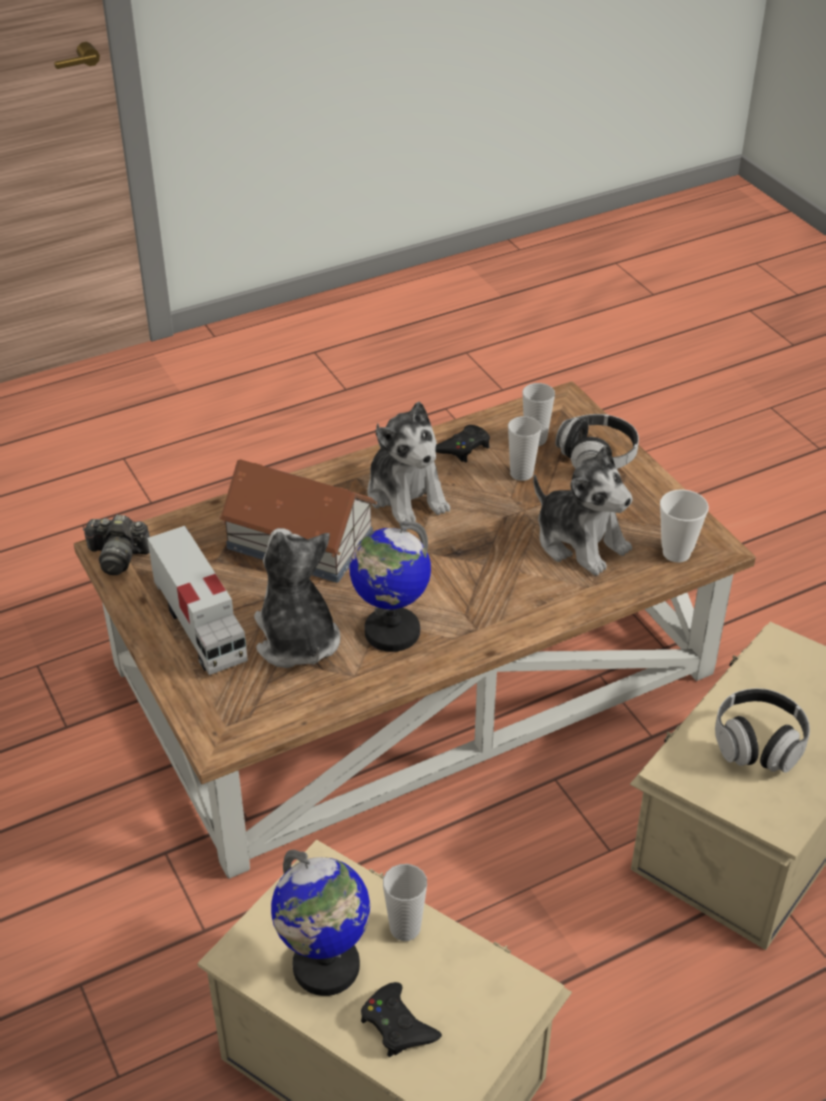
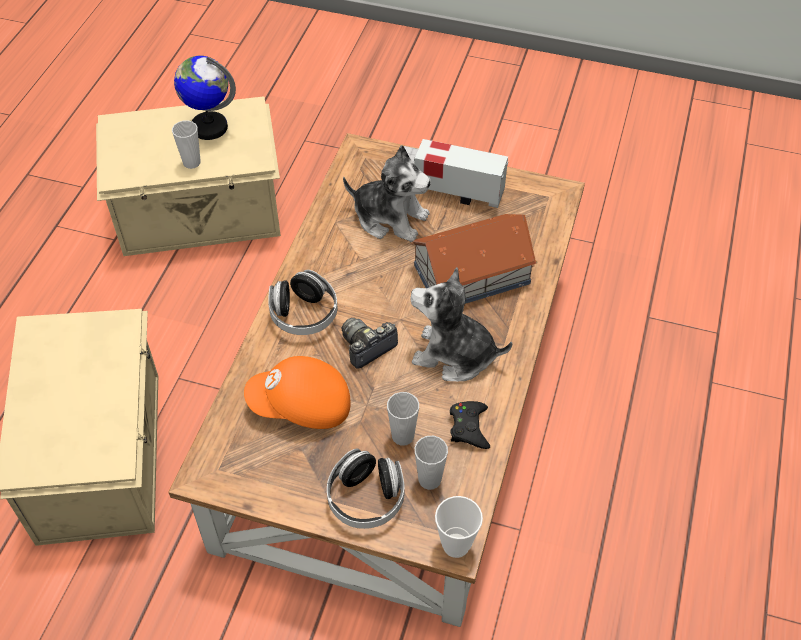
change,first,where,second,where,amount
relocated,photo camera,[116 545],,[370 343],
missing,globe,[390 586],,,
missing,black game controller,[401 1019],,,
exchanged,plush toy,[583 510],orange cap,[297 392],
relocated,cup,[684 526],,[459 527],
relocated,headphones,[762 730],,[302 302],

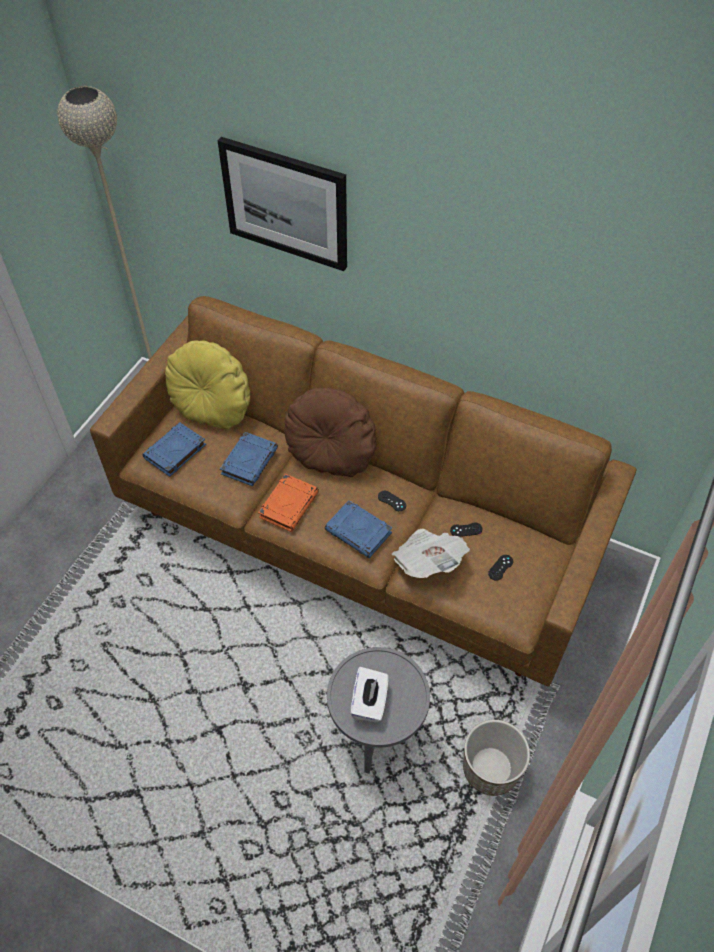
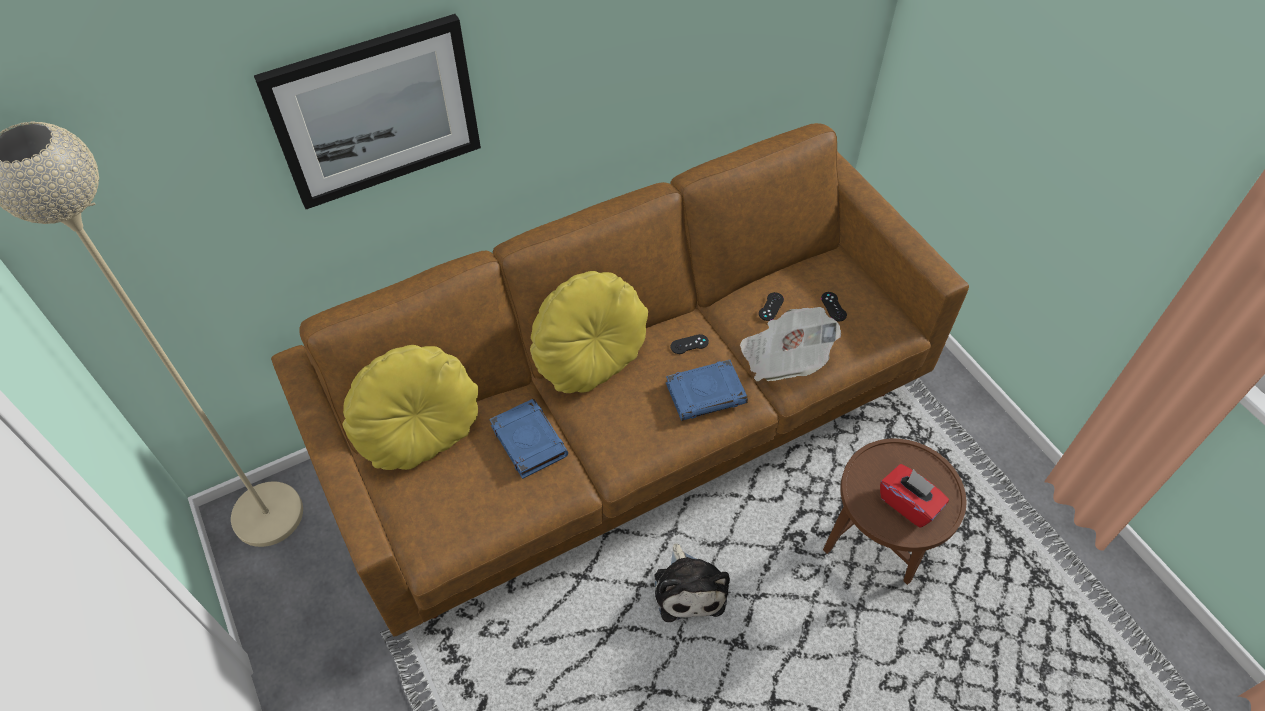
change,first,where,second,where,amount
missing,blue book,[174 449],,,
missing,orange book,[288 503],,,
colour,brown pillow,[330 432],yellow pillow,[589 332],
colour,grey side table,[378 710],brown side table,[894 512],
colour,white tissue box,[369 695],red tissue box,[914 496],
missing,planter,[496 758],,,
appeared,,,plush toy,[692 582],

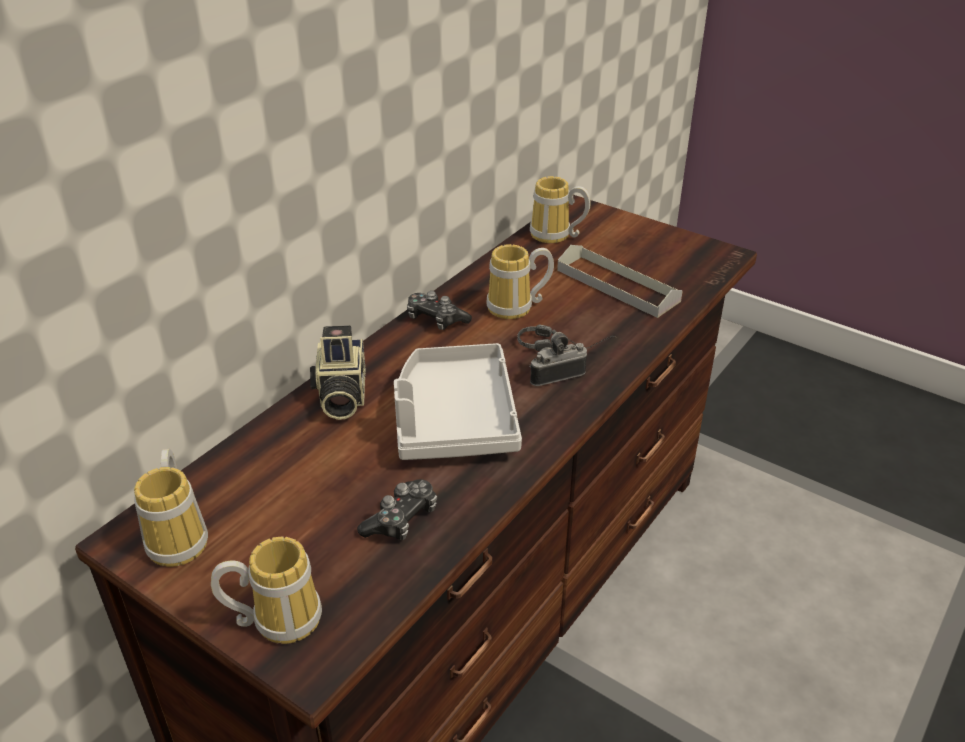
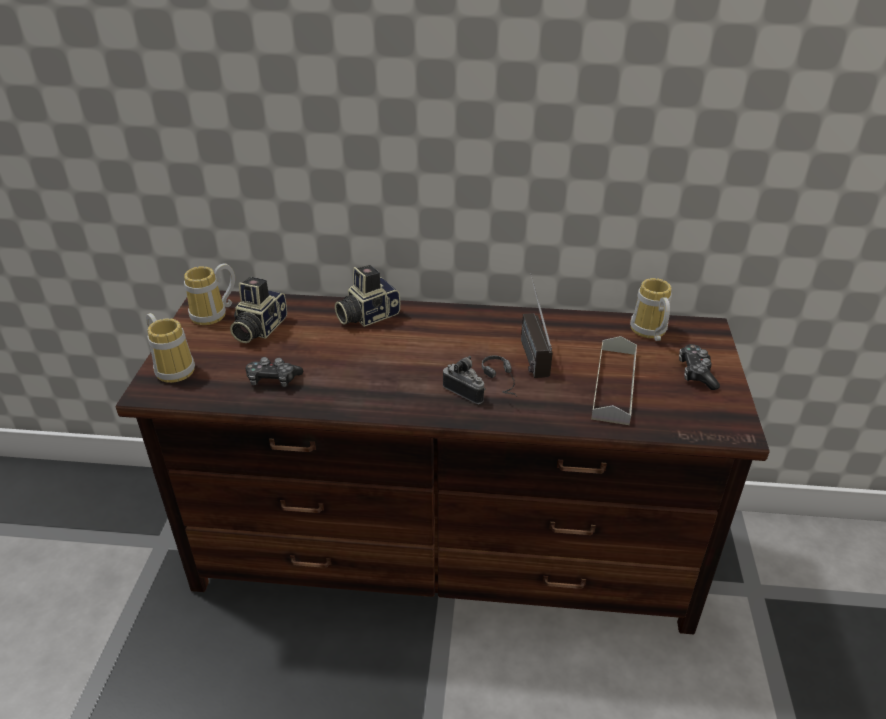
change,first,where,second,where,amount
missing,grey tray,[458 401],,,
relocated,game controller,[439 310],,[699 367],
exchanged,mug,[520 281],radio,[537 325],
appeared,,,photo camera,[258 310],

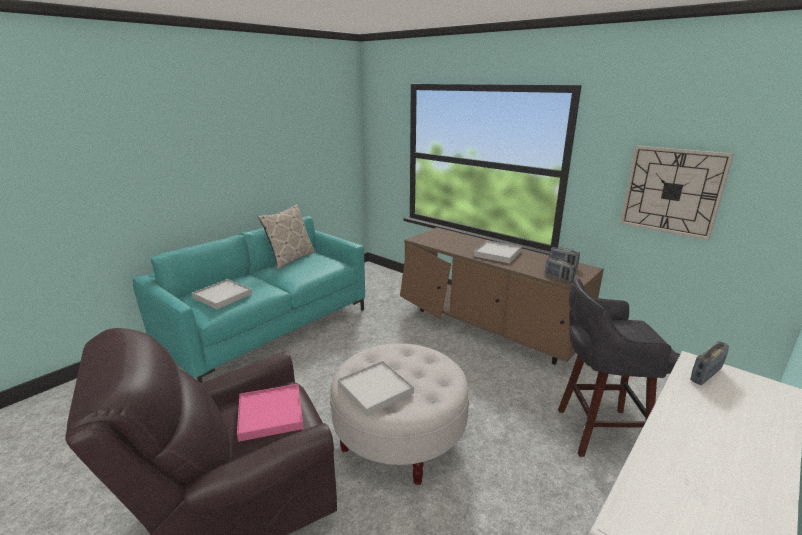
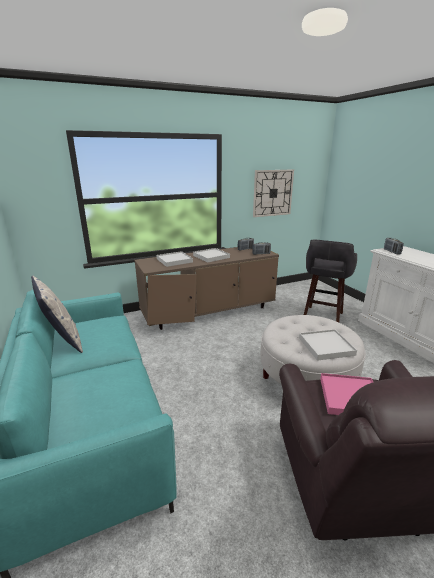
change,first,where,second,where,amount
relocated,white tray,[222 294],,[174 259],

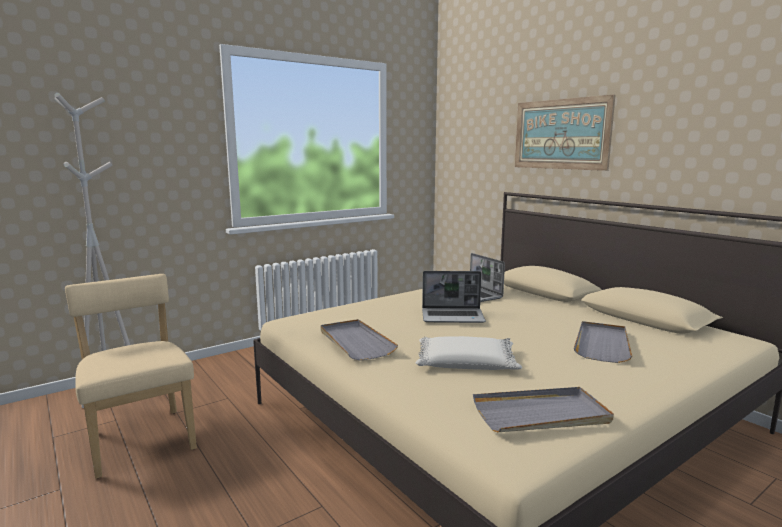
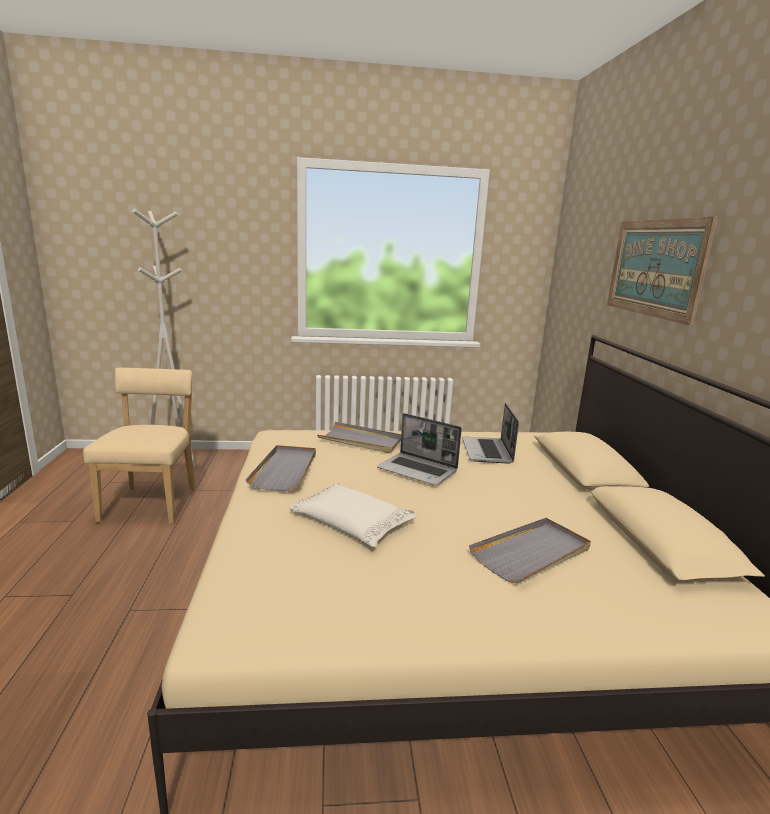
change,first,where,second,where,amount
relocated,grey tray,[543 409],,[359 437],

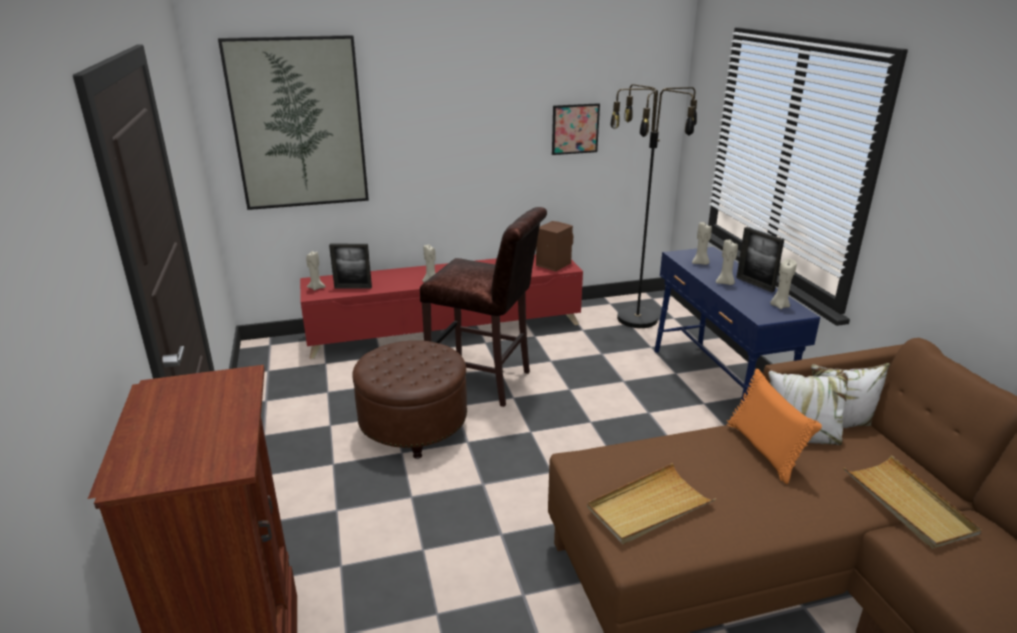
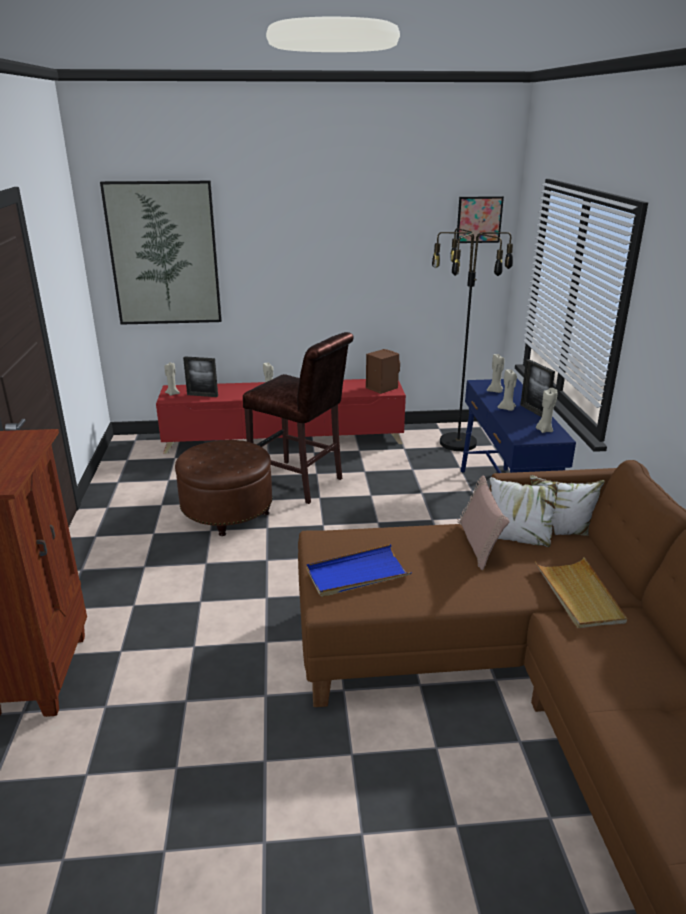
change,first,where,second,where,amount
relocated,picture,[576 129],,[480 219],
colour,beige tray,[651 503],blue tray,[359 570],
colour,orange pillow,[774 426],beige pillow,[483 522],

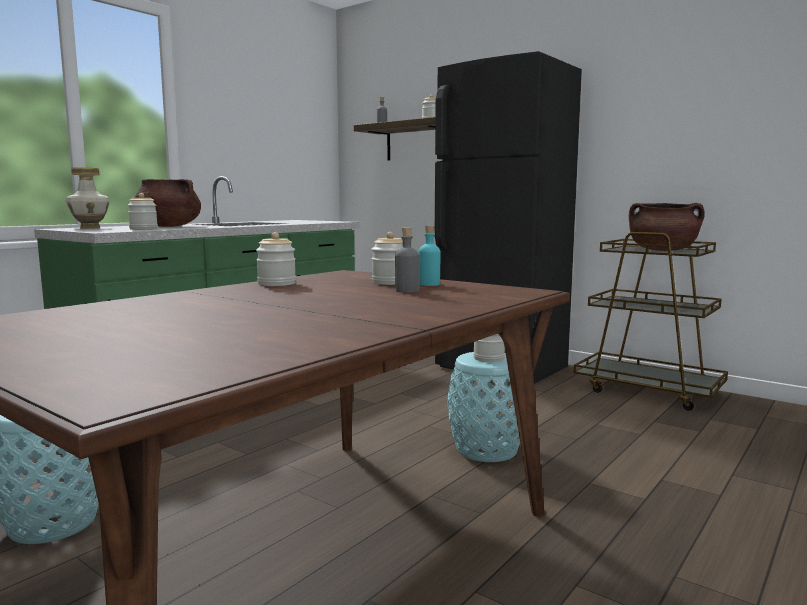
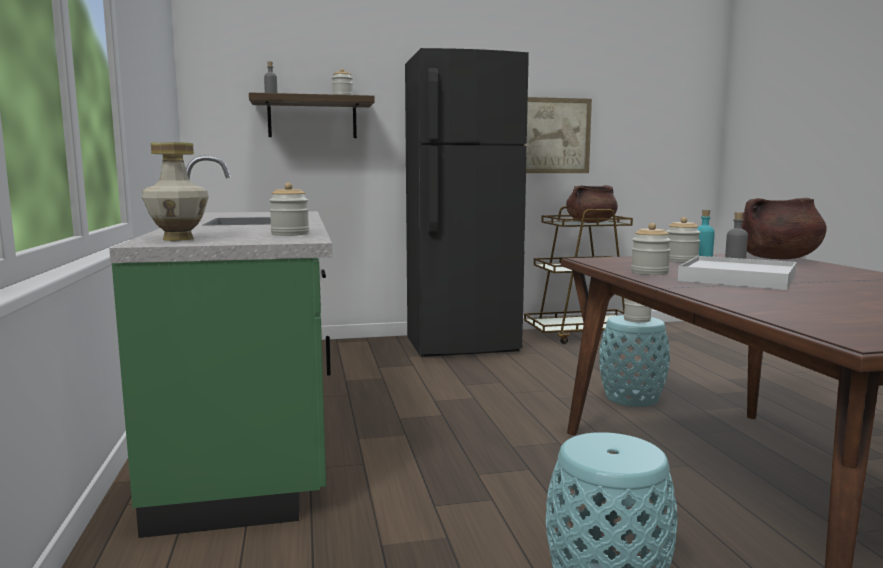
change,first,where,second,where,amount
relocated,brown cooking pot,[167 203],,[784 229],
appeared,,,picture,[558 135],
appeared,,,white tray,[737 273],

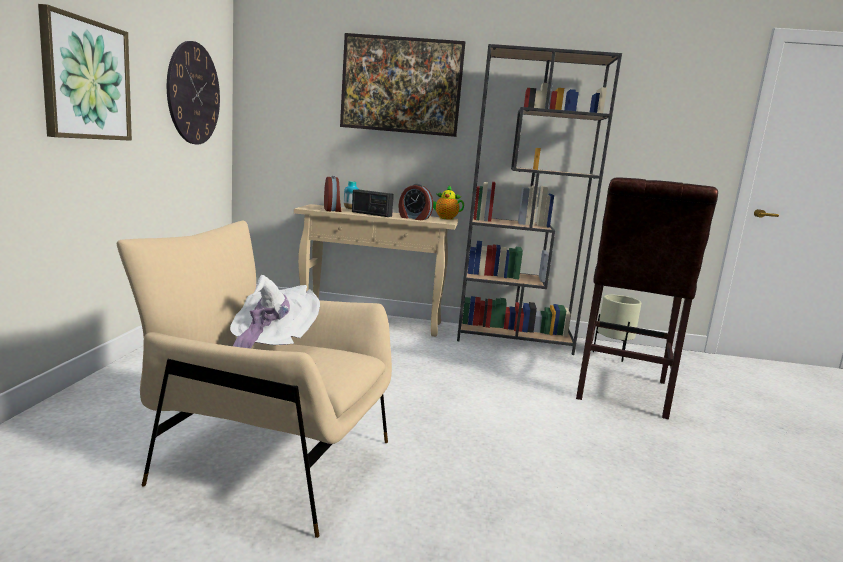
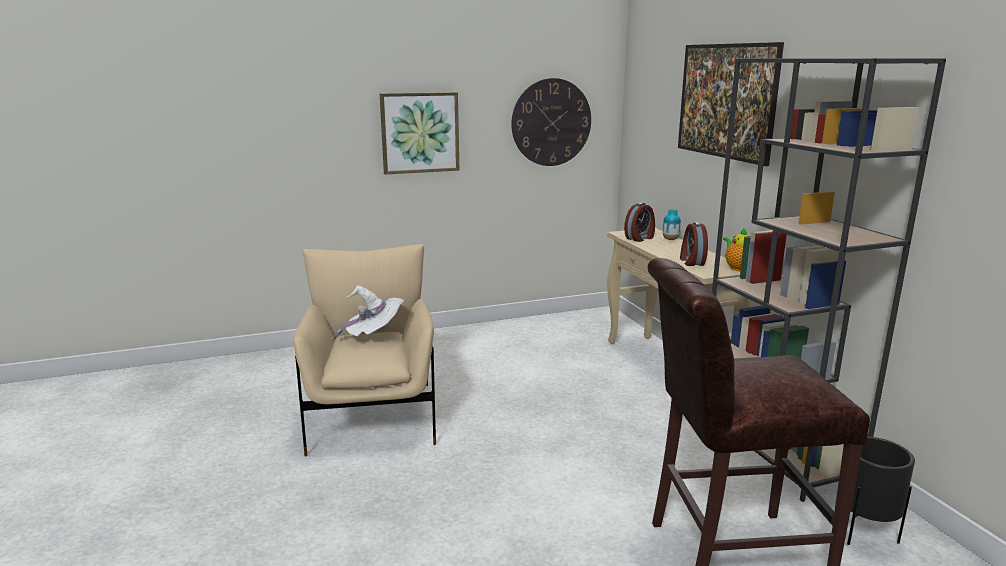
change,first,where,second,where,amount
missing,radio,[373 203],,,
colour,beige planter,[617 328],black planter,[881 491],

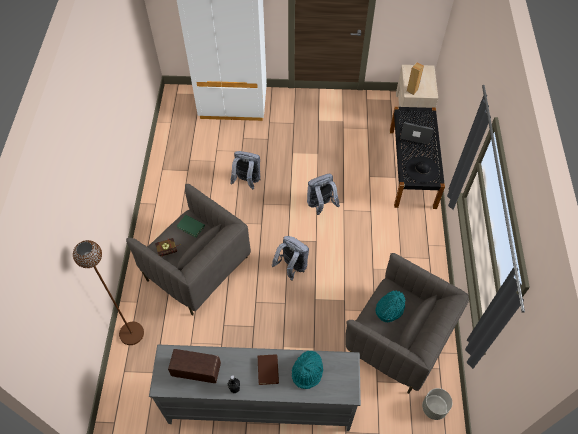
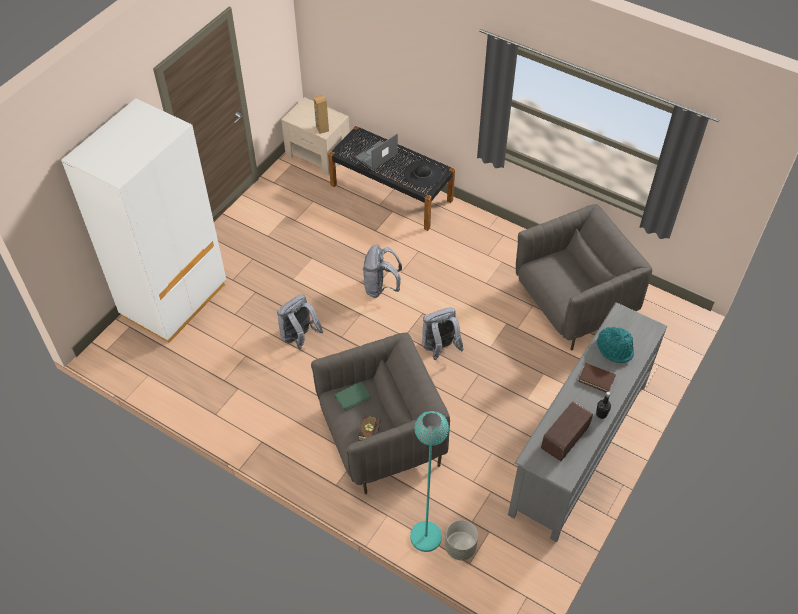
change,first,where,second,where,amount
colour,brown floor lamp,[108 292],turquoise floor lamp,[429 481],
missing,turquoise hat,[390 306],,,
relocated,grey planter,[437 404],,[461 540],

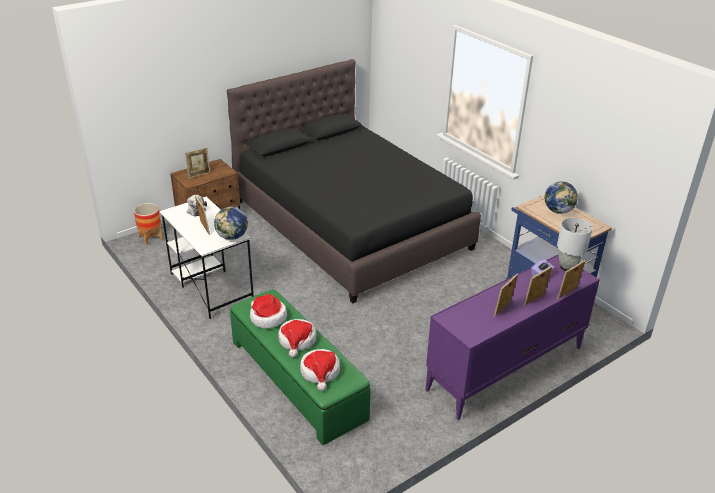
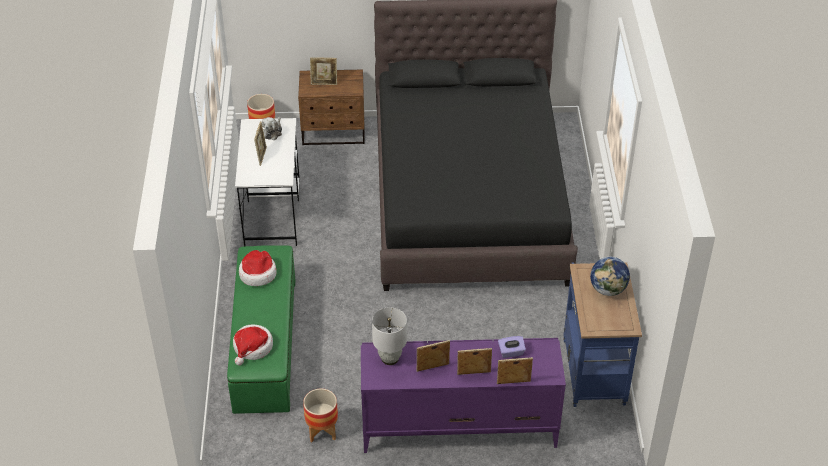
change,first,where,second,where,amount
missing,globe,[231 223],,,
missing,hat,[297 338],,,
relocated,white table lamp,[575 244],,[389 336],
appeared,,,planter,[320 415],

